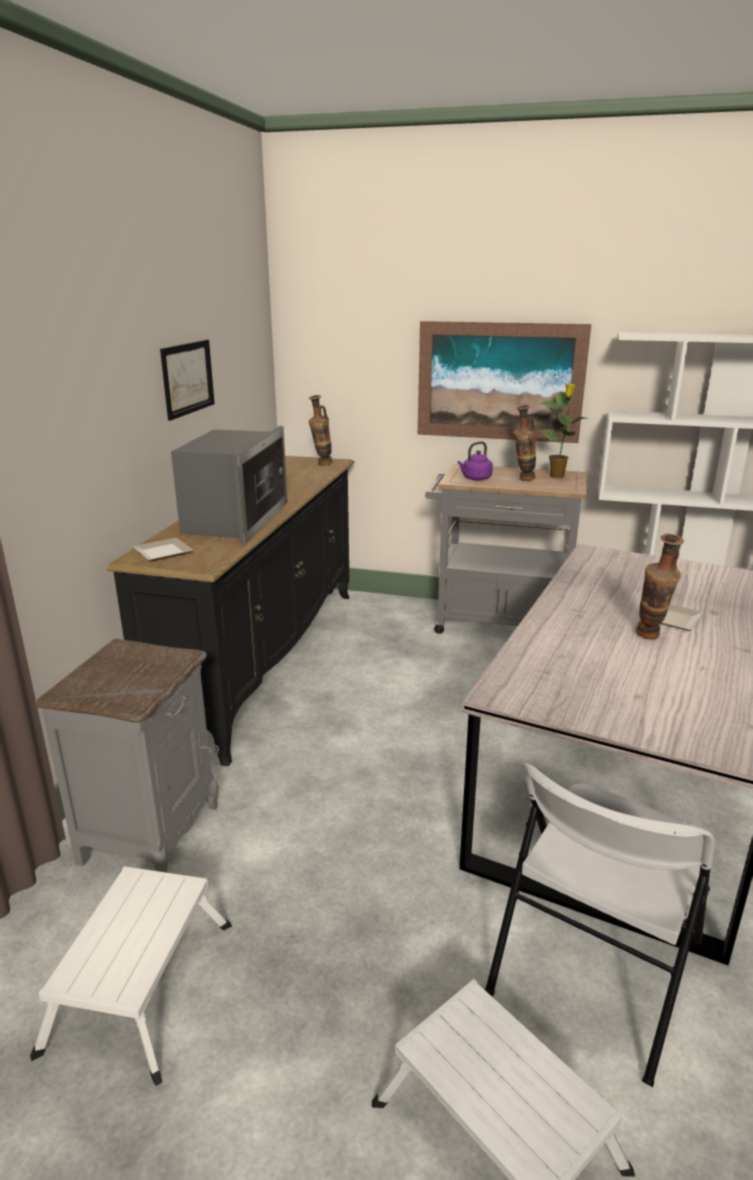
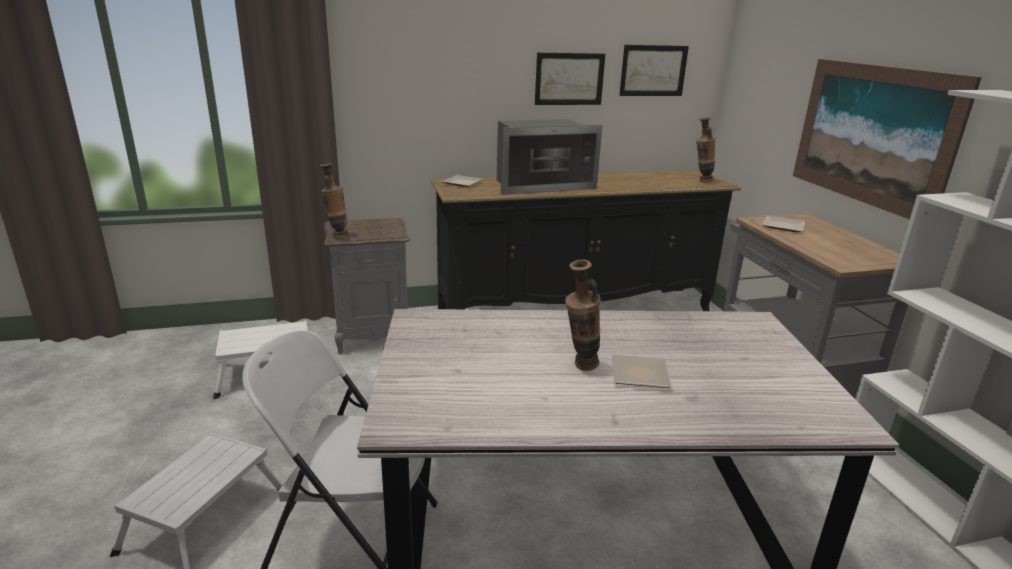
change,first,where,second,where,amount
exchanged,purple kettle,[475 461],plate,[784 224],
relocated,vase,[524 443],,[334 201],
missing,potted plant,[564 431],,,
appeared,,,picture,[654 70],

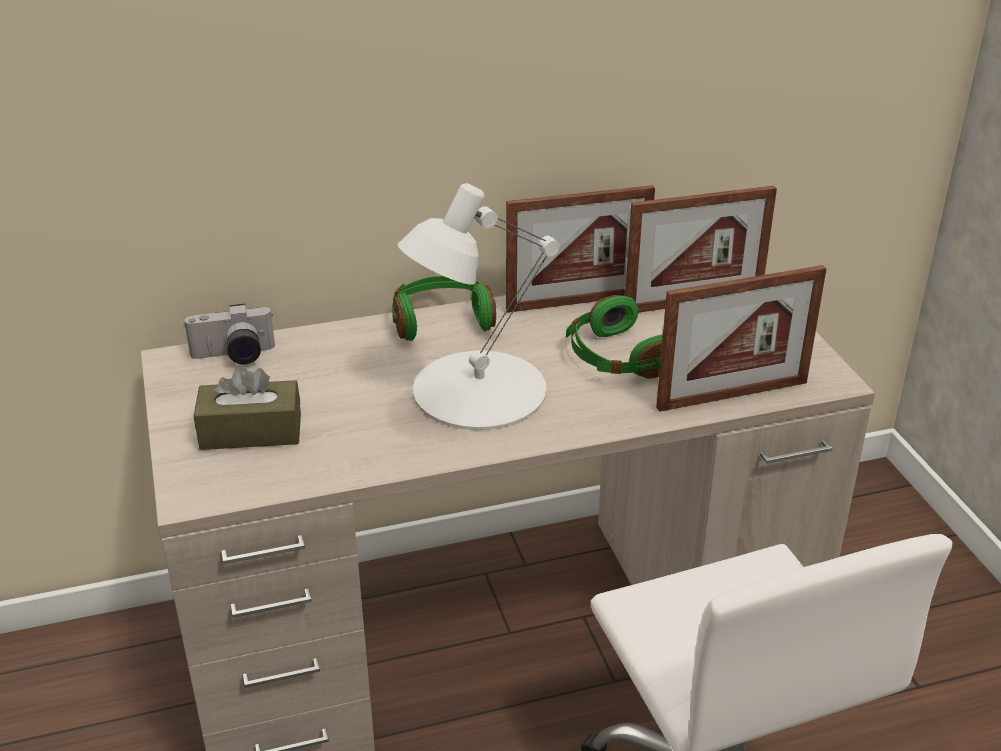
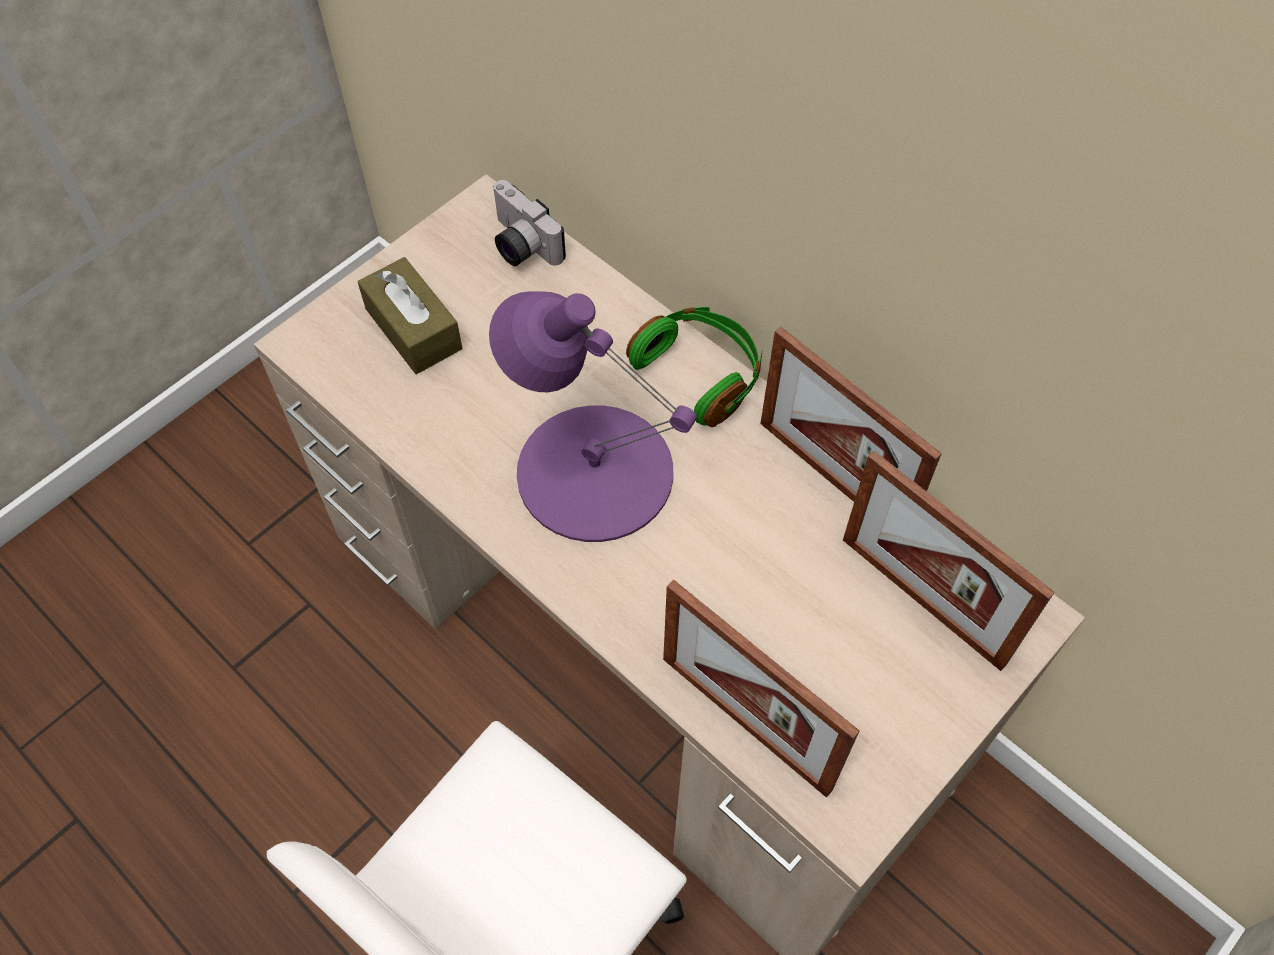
change,first,where,second,where,amount
colour,white table lamp,[478 306],purple table lamp,[593 416],
missing,green headphones,[614 337],,,

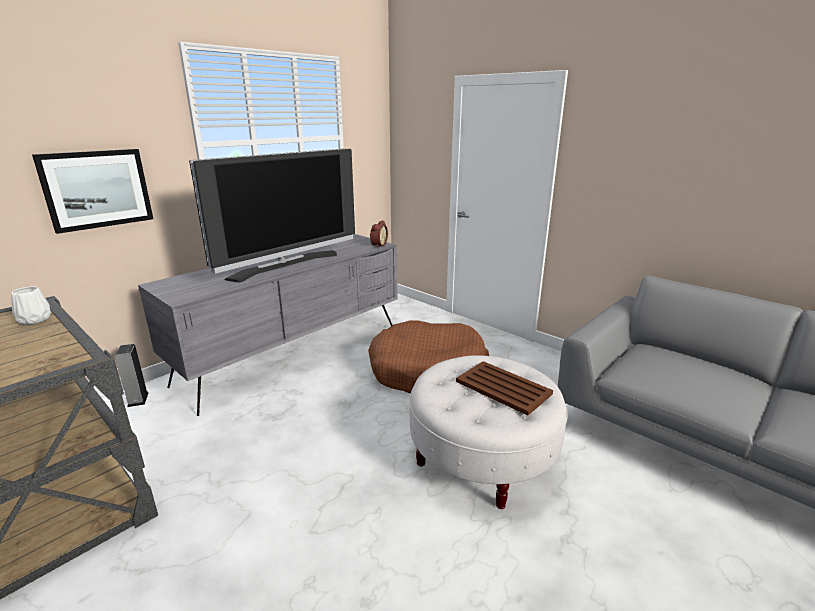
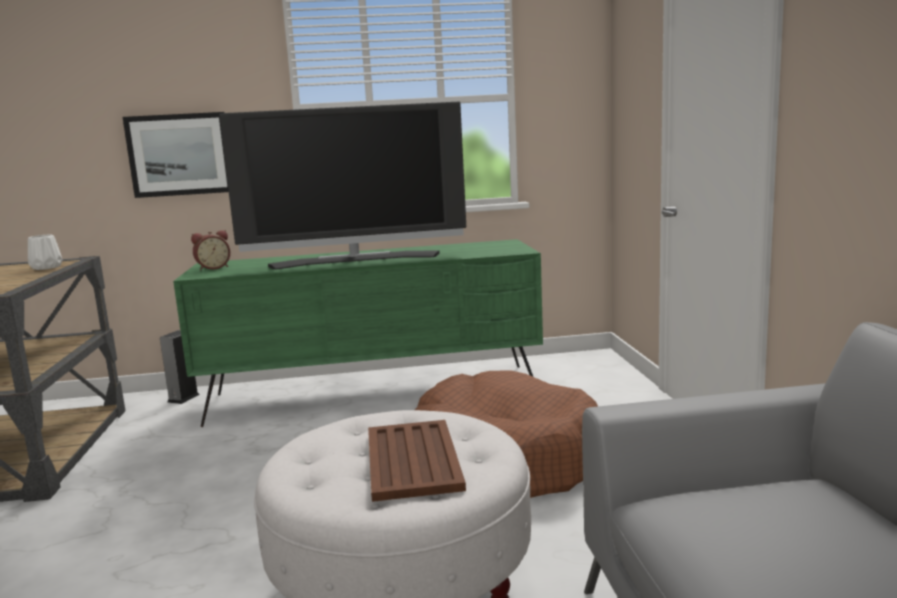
change,first,where,second,where,amount
colour,grey tv stand,[267 325],green tv stand,[358 333],
relocated,alarm clock,[379 234],,[210 250],

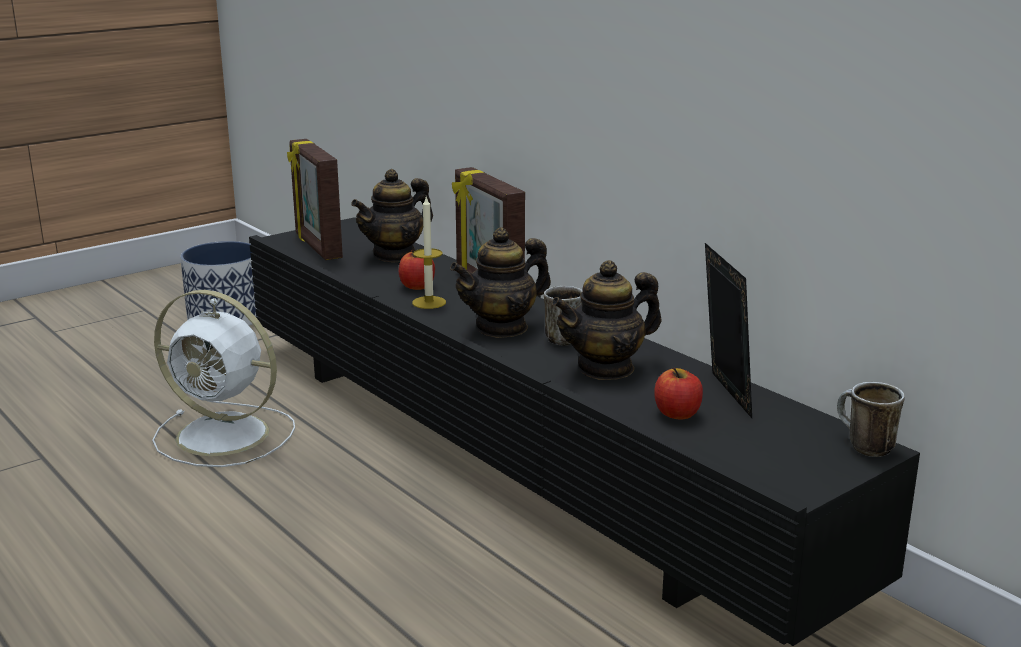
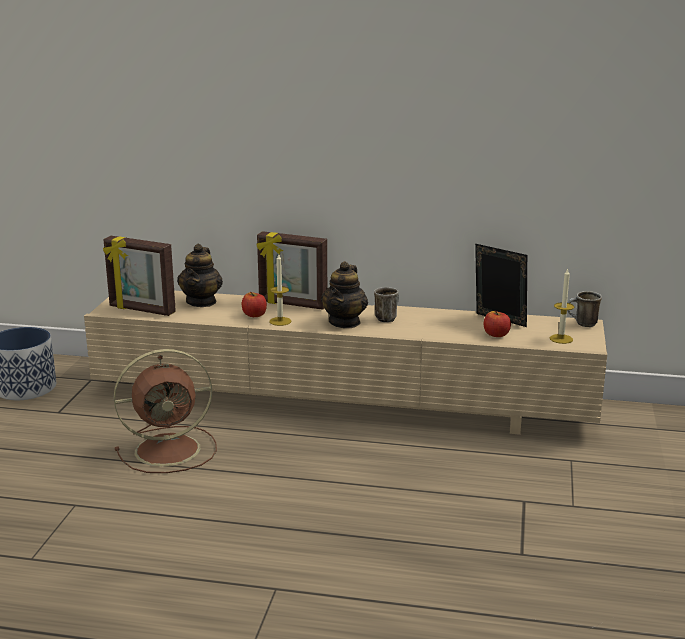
change,first,where,second,where,amount
colour,white fan,[223 378],brown fan,[165 411],
colour,black tv stand,[584 431],beige tv stand,[345 363],
missing,teapot,[606 320],,,
appeared,,,candle,[562 306],

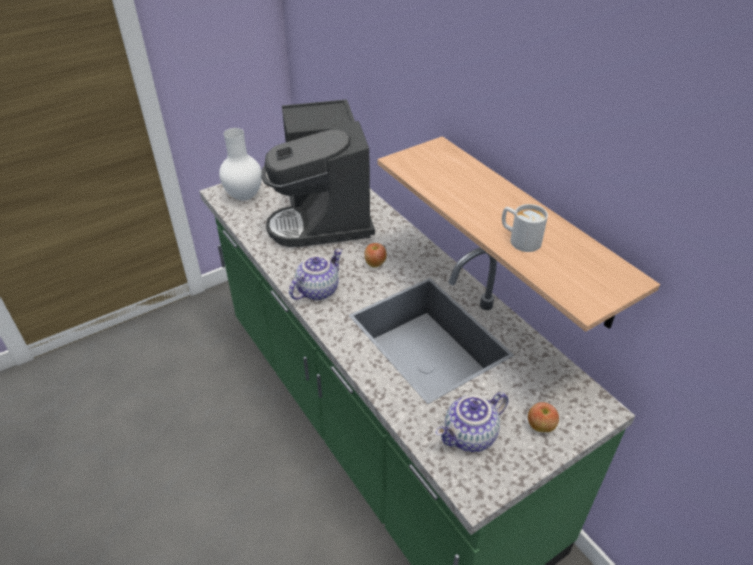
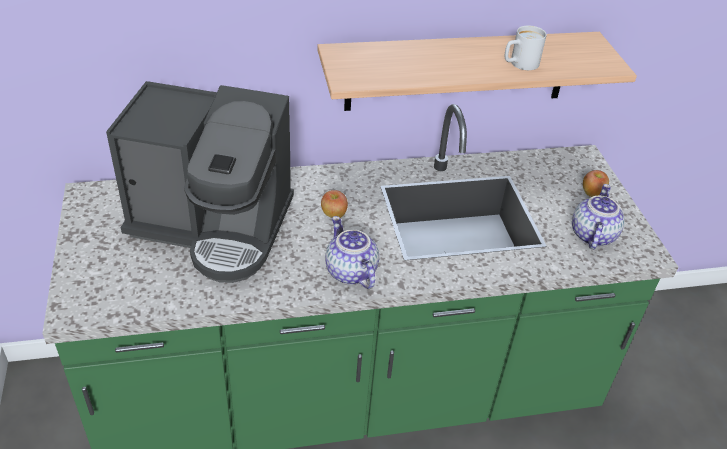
change,first,where,second,where,amount
missing,white vase,[240 164],,,
spun,teapot,[472 422],,[598 216],150 degrees counterclockwise

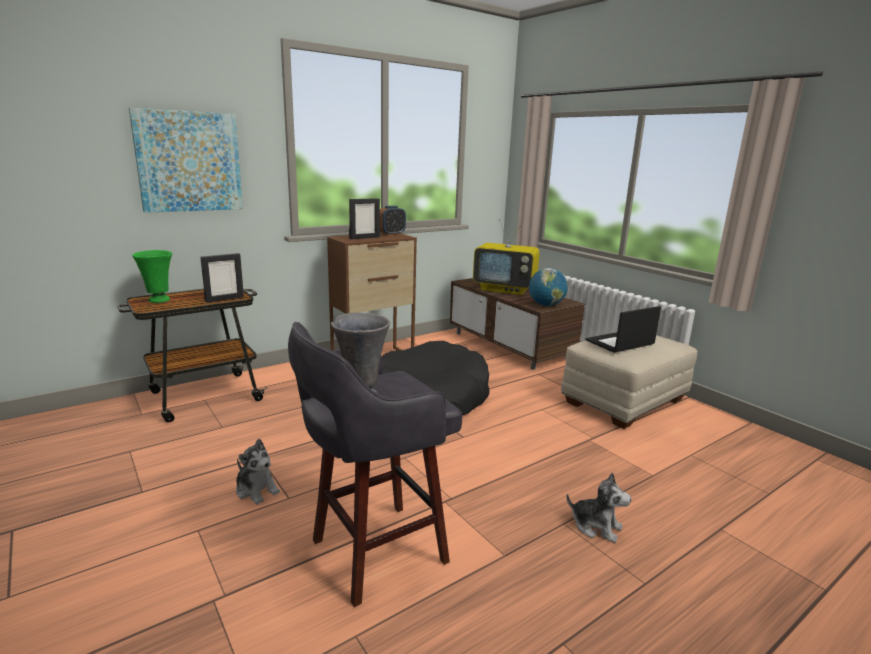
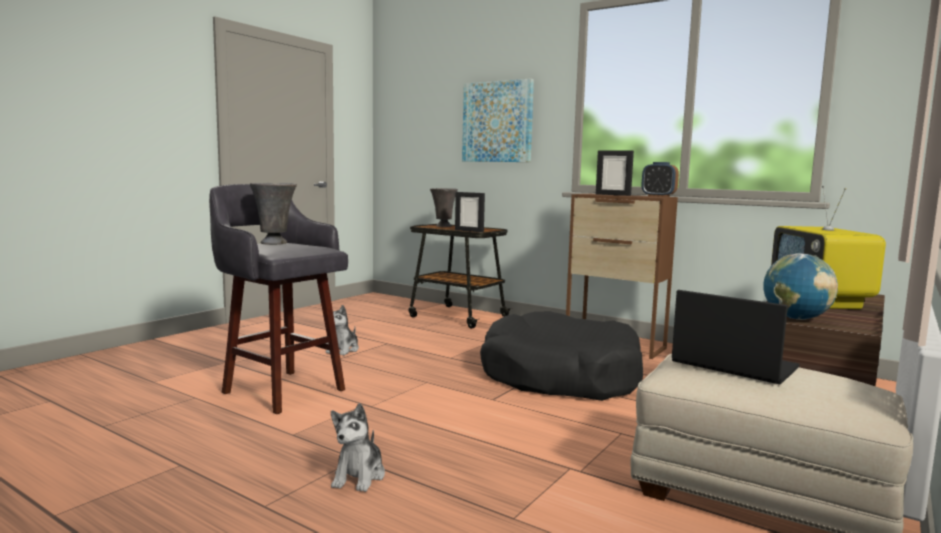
change,first,where,second,where,amount
colour,green vase,[152 276],grey vase,[444 207],

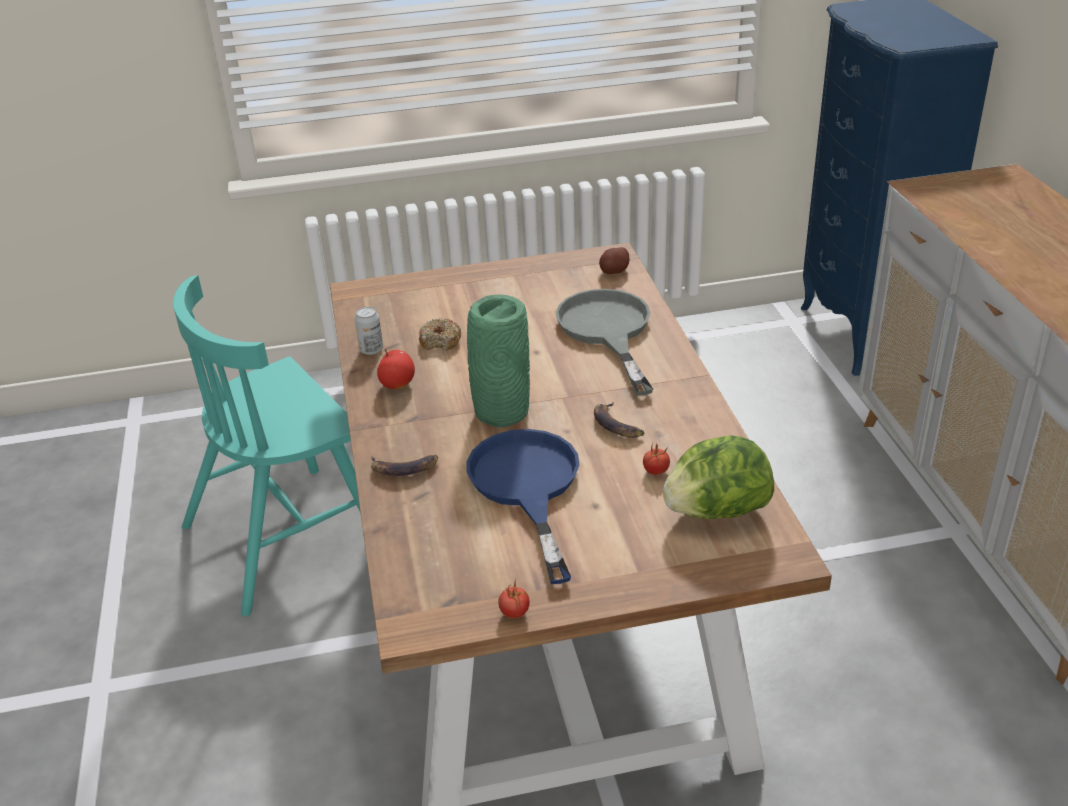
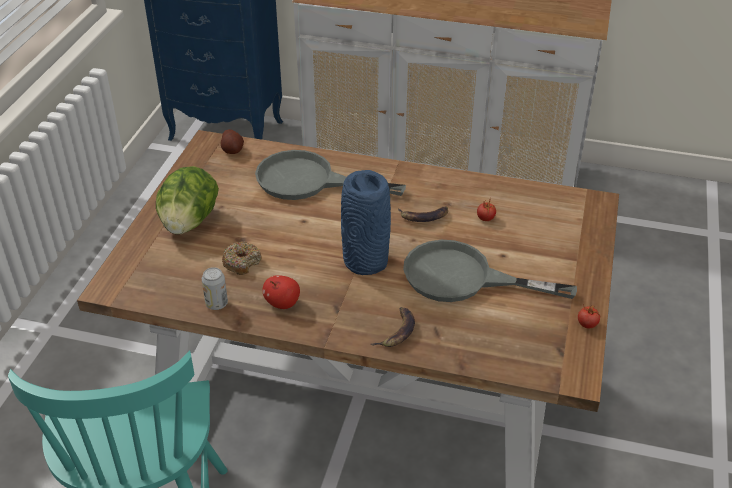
change,first,where,second,where,amount
colour,green vase,[498 360],blue vase,[366 222],
colour,blue frying pan,[523 506],grey frying pan,[490 271],
relocated,lettuce,[718 477],,[187 200],

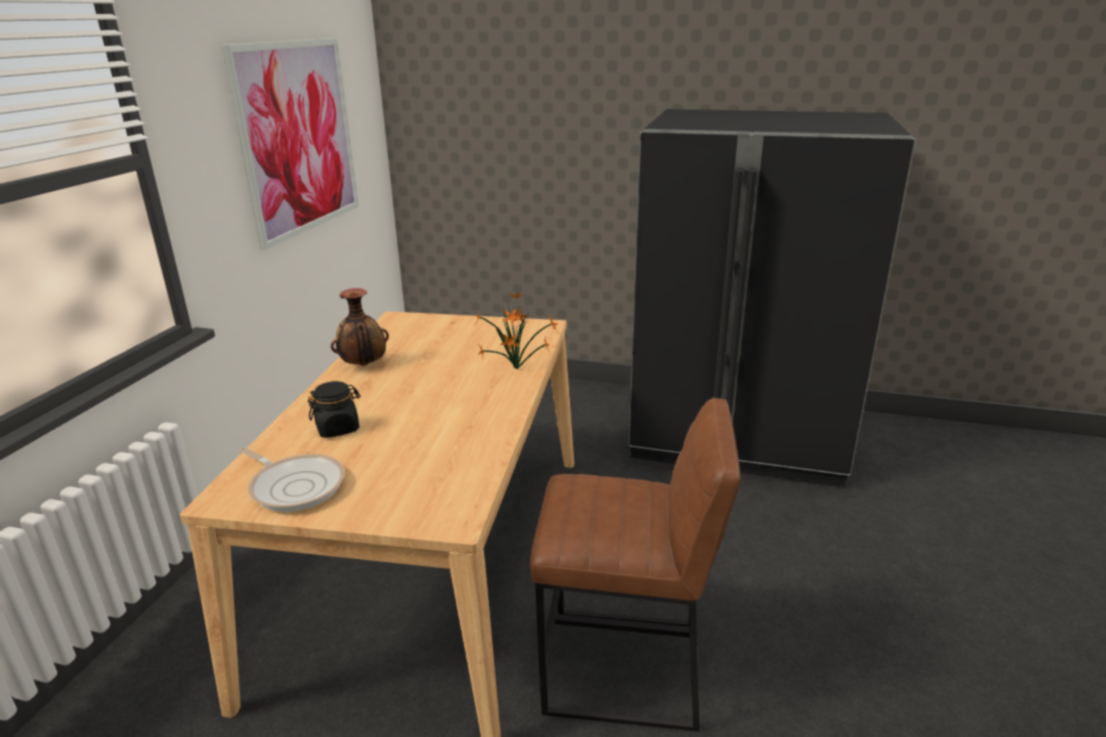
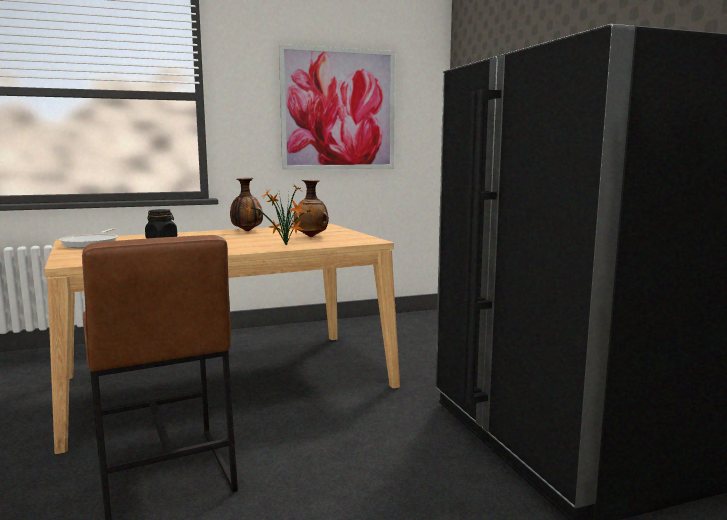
change,first,where,second,where,amount
appeared,,,vase,[311 208],

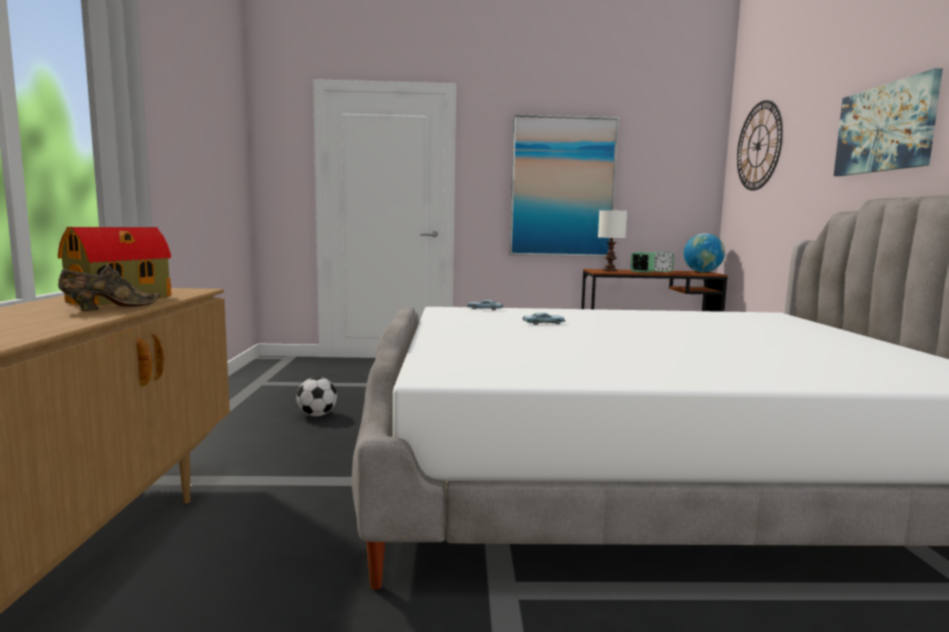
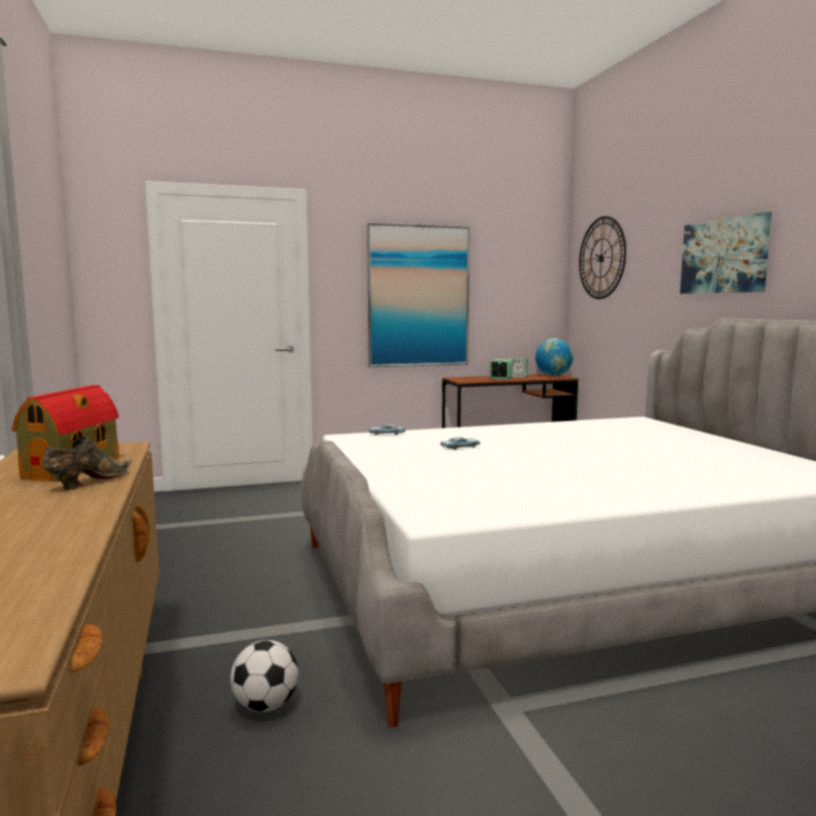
change,first,where,second,where,amount
relocated,football,[316 396],,[264 676],
missing,white table lamp,[612 240],,,

